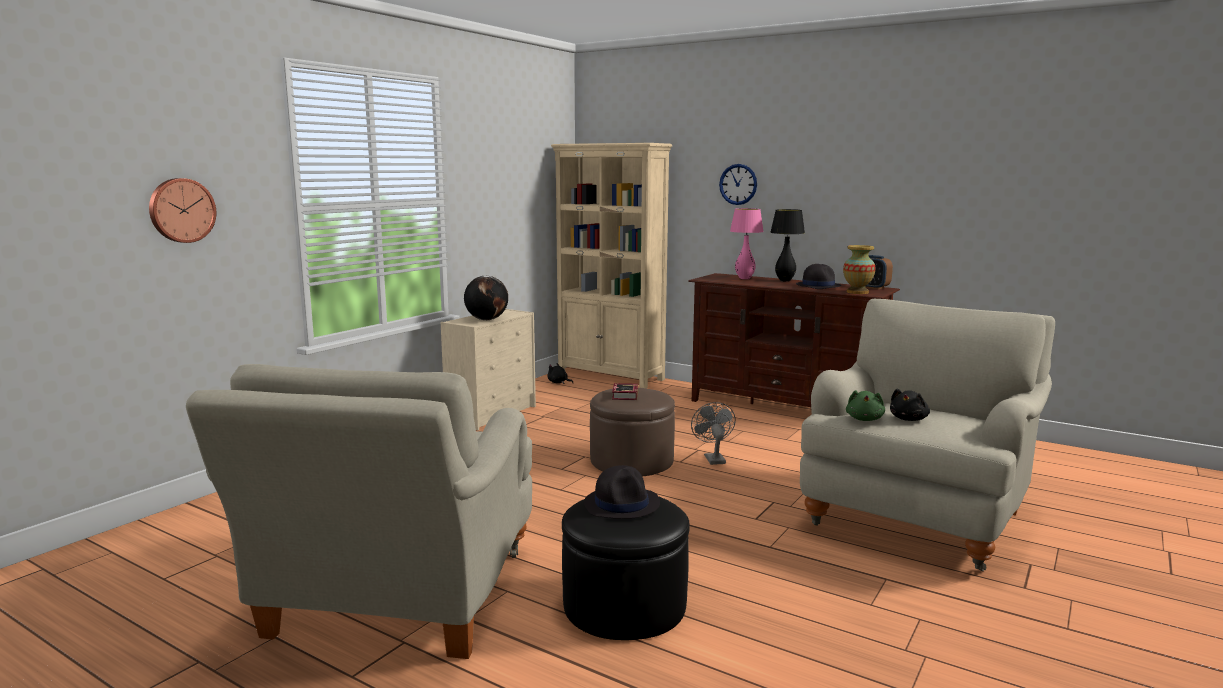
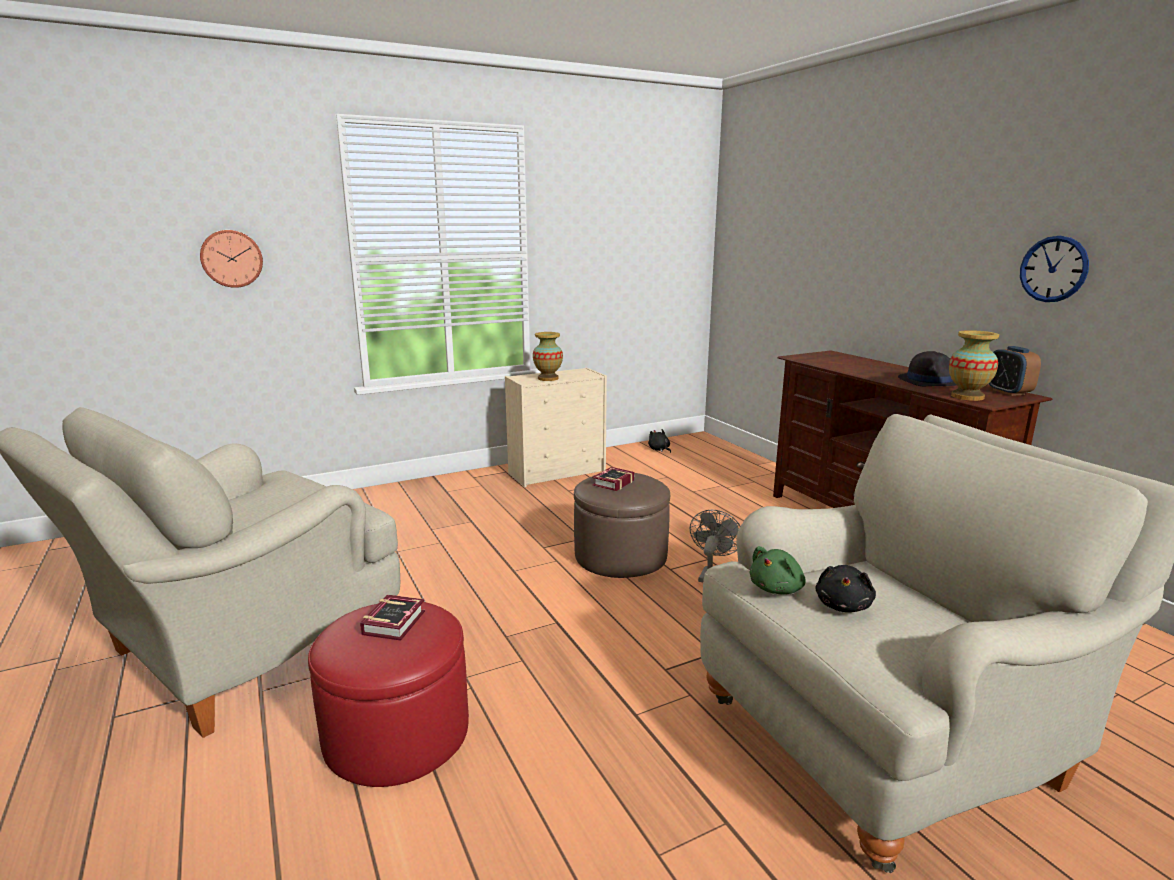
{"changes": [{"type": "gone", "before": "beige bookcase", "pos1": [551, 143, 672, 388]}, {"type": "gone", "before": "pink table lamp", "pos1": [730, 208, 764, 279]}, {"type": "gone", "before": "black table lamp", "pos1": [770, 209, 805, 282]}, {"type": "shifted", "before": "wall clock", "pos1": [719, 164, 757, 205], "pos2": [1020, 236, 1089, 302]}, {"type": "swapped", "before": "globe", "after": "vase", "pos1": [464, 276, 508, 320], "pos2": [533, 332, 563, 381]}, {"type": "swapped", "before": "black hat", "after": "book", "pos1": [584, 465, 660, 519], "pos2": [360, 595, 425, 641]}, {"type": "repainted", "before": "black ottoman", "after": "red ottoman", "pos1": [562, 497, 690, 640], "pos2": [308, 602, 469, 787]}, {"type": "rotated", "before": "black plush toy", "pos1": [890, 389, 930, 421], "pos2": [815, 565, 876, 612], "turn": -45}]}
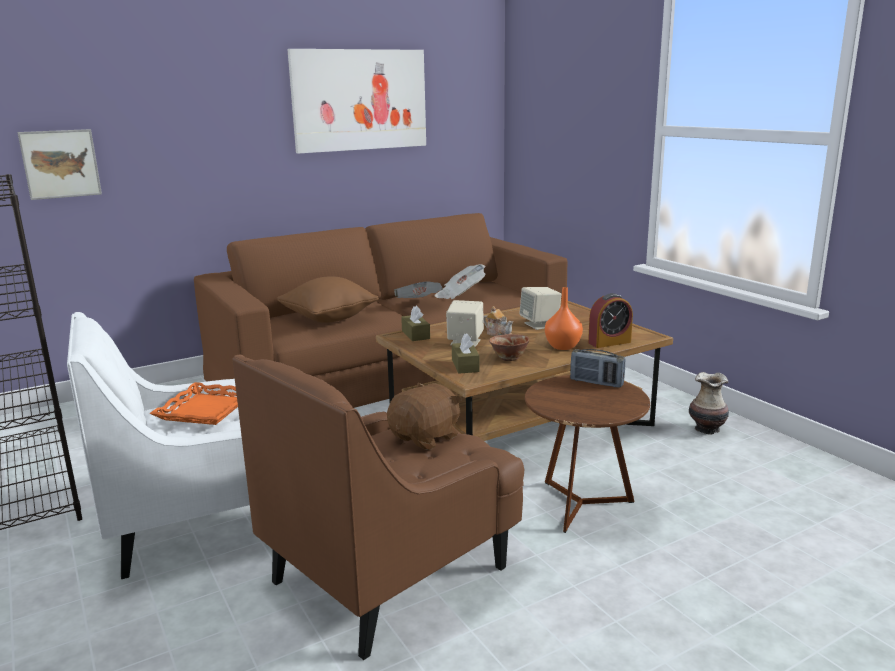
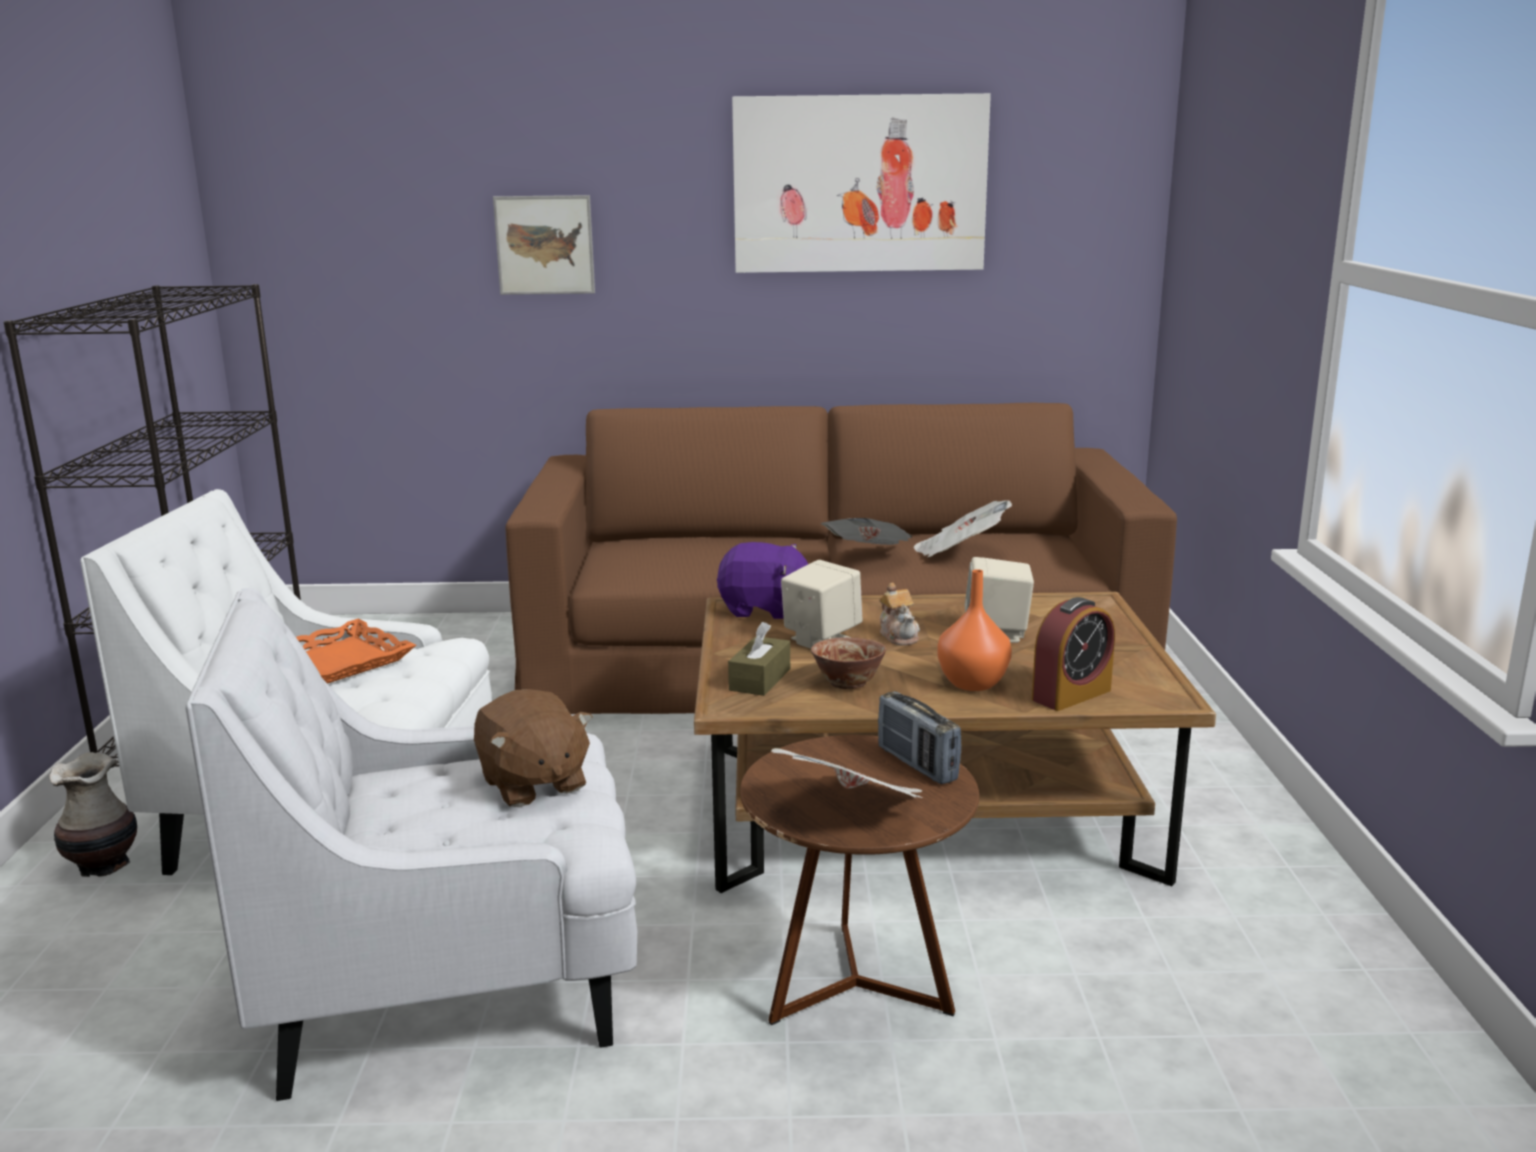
{"changes": [{"type": "gone", "before": "brown pillow", "pos1": [277, 276, 379, 323]}, {"type": "new", "after": "newspaper", "pos2": [771, 748, 923, 798]}, {"type": "shifted", "before": "picture", "pos1": [17, 129, 102, 200], "pos2": [493, 195, 595, 295]}, {"type": "shifted", "before": "vase", "pos1": [689, 372, 729, 435], "pos2": [49, 752, 137, 877]}, {"type": "swapped", "before": "brown tissue box", "after": "purple plush toy", "pos1": [401, 306, 430, 341], "pos2": [717, 542, 808, 619]}, {"type": "repainted", "before": "brown armchair", "after": "white armchair", "pos1": [232, 355, 524, 660], "pos2": [185, 588, 637, 1101]}, {"type": "rotated", "before": "brown plush toy", "pos1": [387, 383, 461, 450], "pos2": [474, 689, 593, 807], "turn": 75}, {"type": "rotated", "before": "alarm clock", "pos1": [588, 293, 633, 348], "pos2": [1032, 597, 1115, 711], "turn": -45}]}
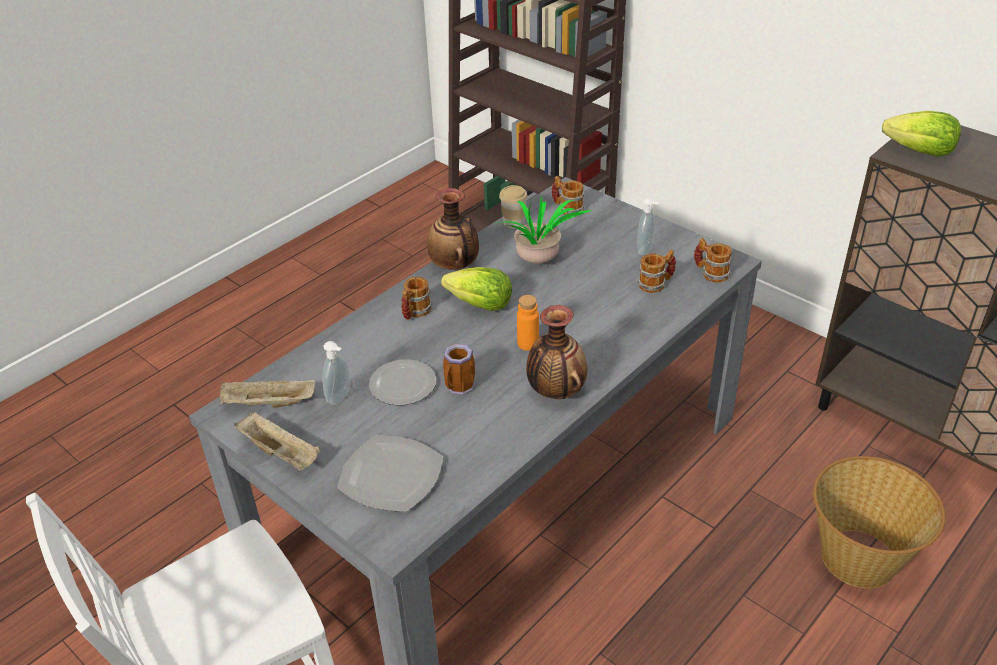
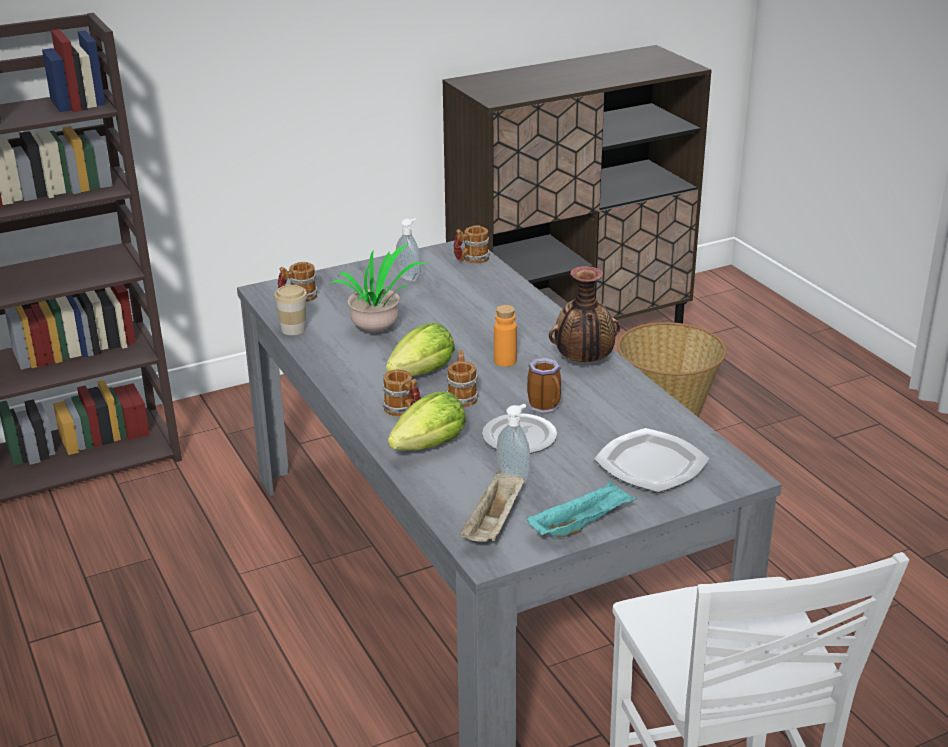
{"changes": [{"type": "gone", "before": "vase", "pos1": [427, 188, 479, 269]}, {"type": "shifted", "before": "mug", "pos1": [638, 250, 676, 293], "pos2": [447, 350, 478, 407]}, {"type": "shifted", "before": "lettuce", "pos1": [882, 111, 961, 157], "pos2": [388, 392, 466, 451]}, {"type": "repainted", "before": "beige tray", "after": "turquoise tray", "pos1": [234, 412, 320, 471], "pos2": [527, 481, 637, 537]}]}
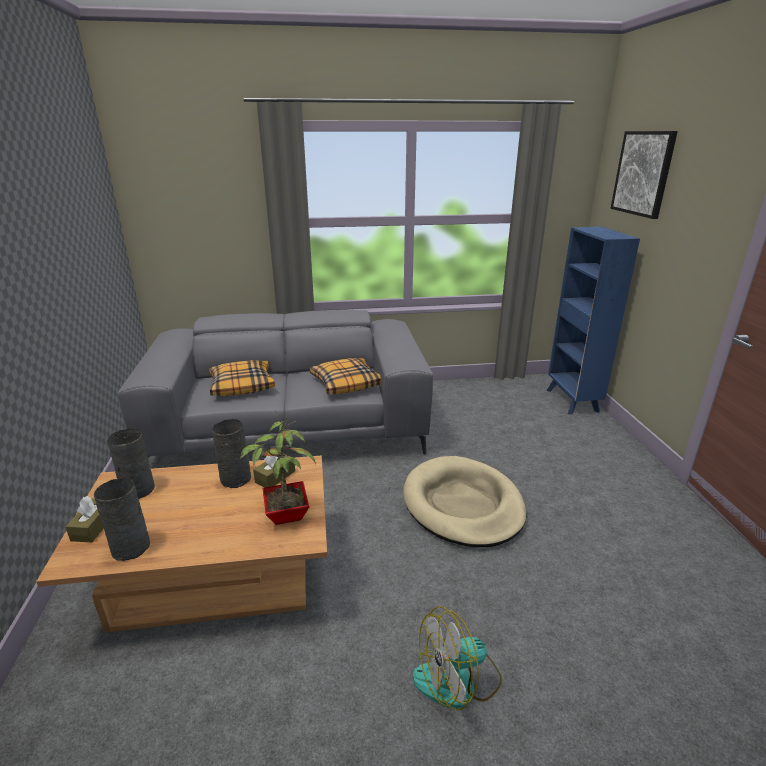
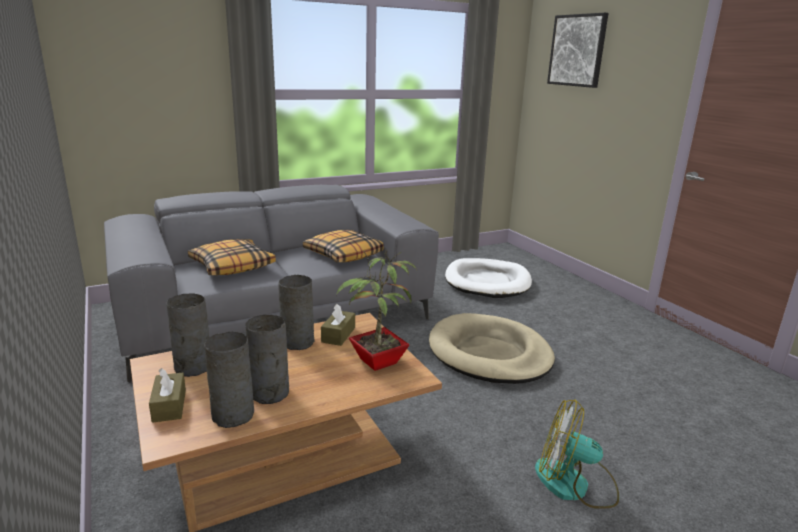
{"changes": [{"type": "gone", "before": "blue bookcase", "pos1": [546, 227, 640, 415]}, {"type": "new", "after": "grey vase", "pos2": [245, 315, 289, 404]}, {"type": "new", "after": "white dog bed", "pos2": [445, 258, 532, 298]}, {"type": "rotated", "before": "fan", "pos1": [412, 606, 502, 710], "pos2": [535, 399, 619, 509], "turn": 60}]}
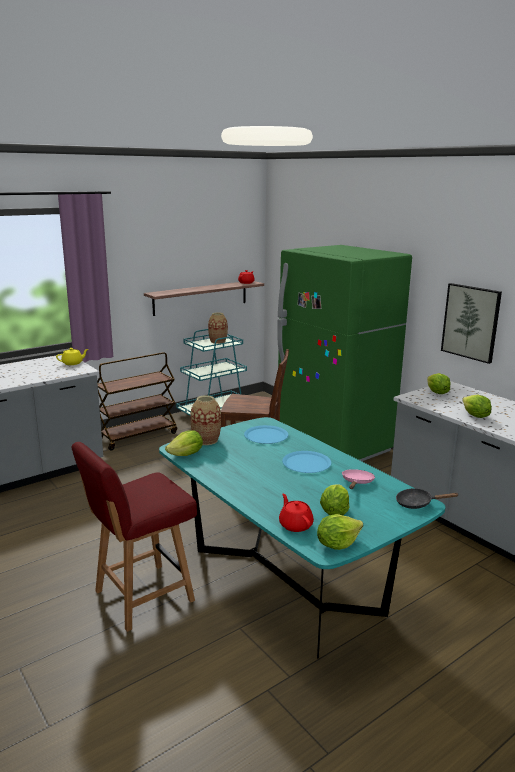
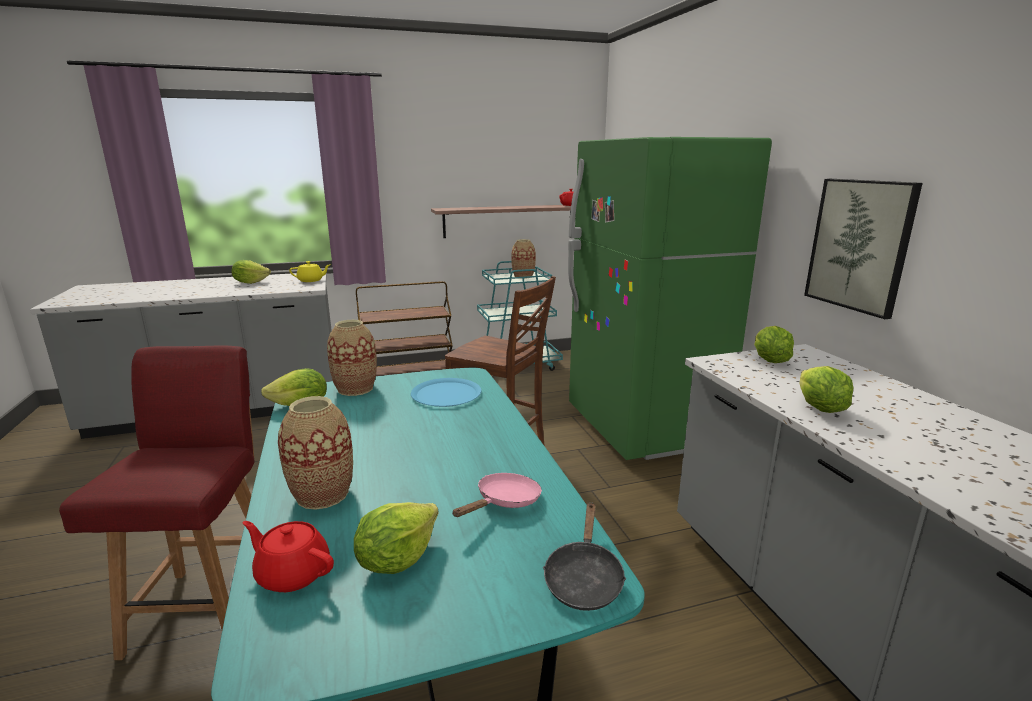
{"changes": [{"type": "gone", "before": "blue plate", "pos1": [282, 451, 331, 473]}, {"type": "new", "after": "vase", "pos2": [278, 396, 353, 510]}, {"type": "shifted", "before": "lettuce", "pos1": [317, 514, 363, 550], "pos2": [231, 260, 271, 284]}, {"type": "rotated", "before": "red chair", "pos1": [71, 442, 197, 632], "pos2": [59, 346, 254, 660], "turn": 105}, {"type": "rotated", "before": "red teapot", "pos1": [279, 494, 314, 532], "pos2": [243, 521, 334, 592], "turn": -60}, {"type": "rotated", "before": "black frying pan", "pos1": [396, 488, 458, 509], "pos2": [543, 502, 626, 611], "turn": -105}]}
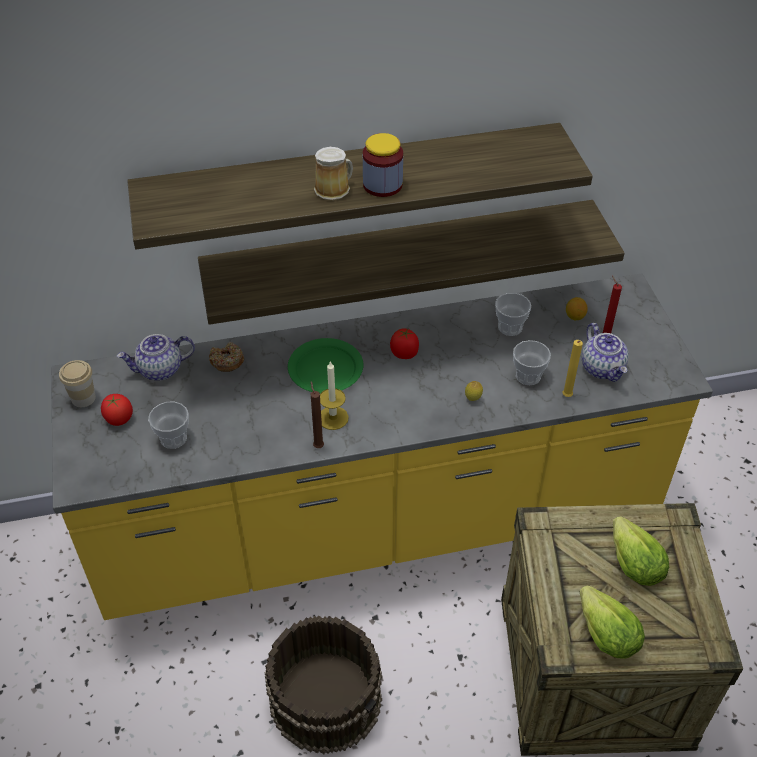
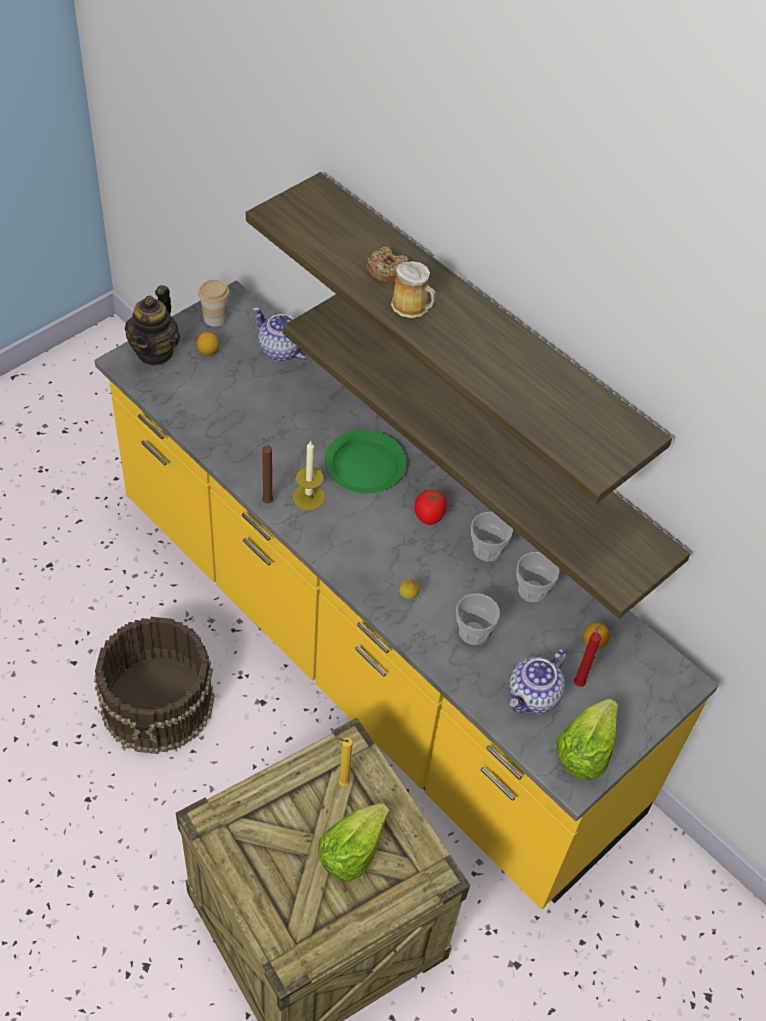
{"changes": [{"type": "gone", "before": "jar", "pos1": [363, 133, 403, 197]}, {"type": "new", "after": "teapot", "pos2": [125, 285, 180, 366]}, {"type": "shifted", "before": "cup", "pos1": [148, 402, 189, 449], "pos2": [471, 512, 513, 561]}, {"type": "shifted", "before": "donut", "pos1": [209, 342, 244, 372], "pos2": [367, 247, 408, 284]}, {"type": "shifted", "before": "yellow candle", "pos1": [563, 340, 583, 397], "pos2": [337, 737, 353, 786]}, {"type": "shifted", "before": "lettuce", "pos1": [580, 585, 645, 659], "pos2": [556, 699, 618, 781]}, {"type": "swapped", "before": "tomato", "after": "lemon", "pos1": [101, 394, 133, 426], "pos2": [196, 332, 219, 356]}]}
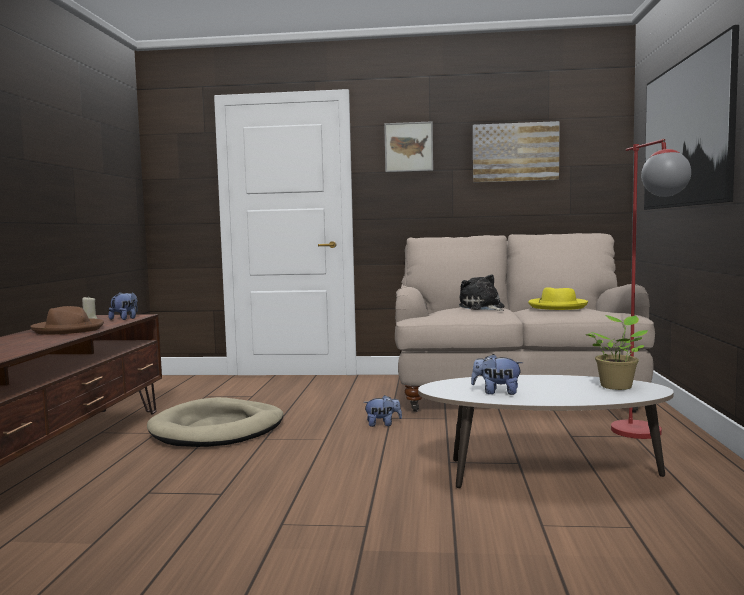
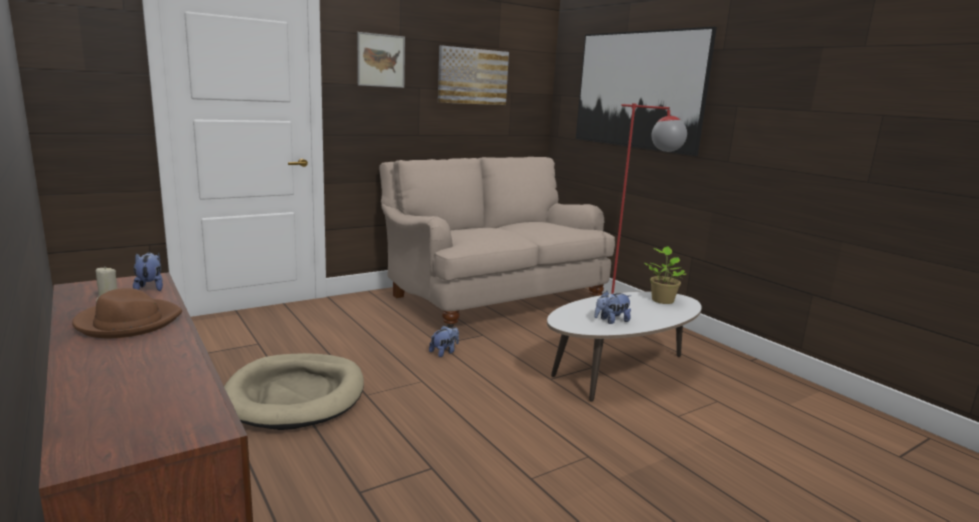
{"changes": [{"type": "gone", "before": "plush toy", "pos1": [459, 274, 504, 311]}, {"type": "gone", "before": "yellow hat", "pos1": [528, 287, 588, 310]}]}
